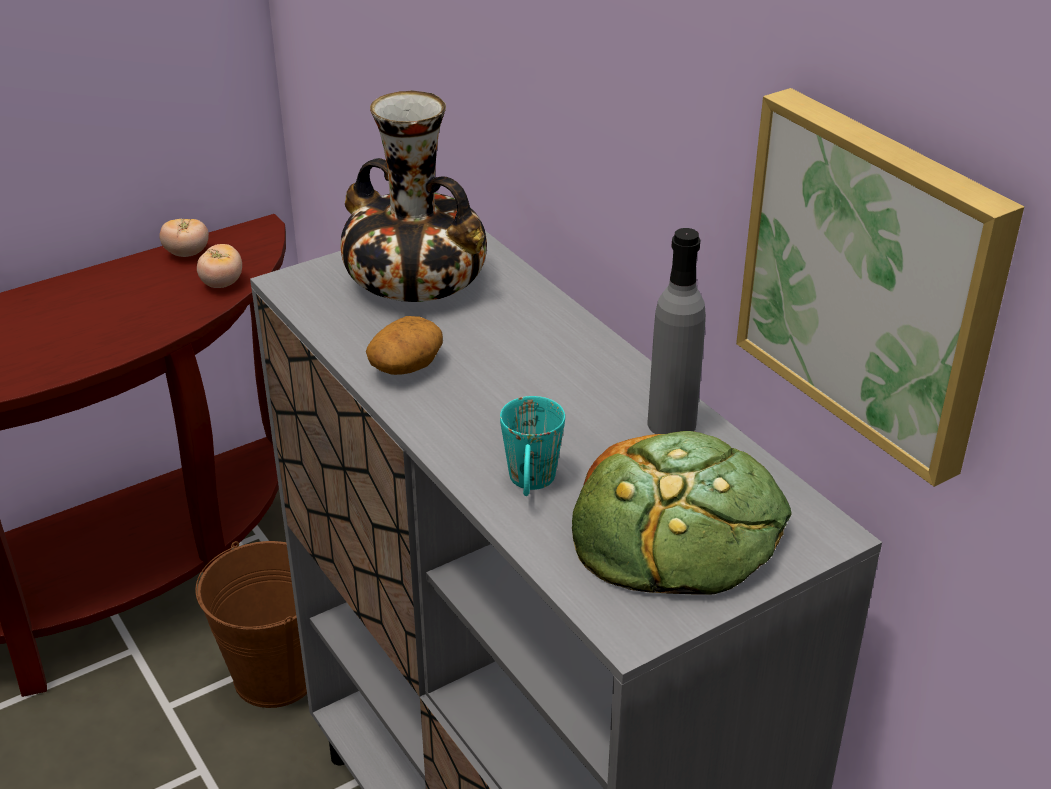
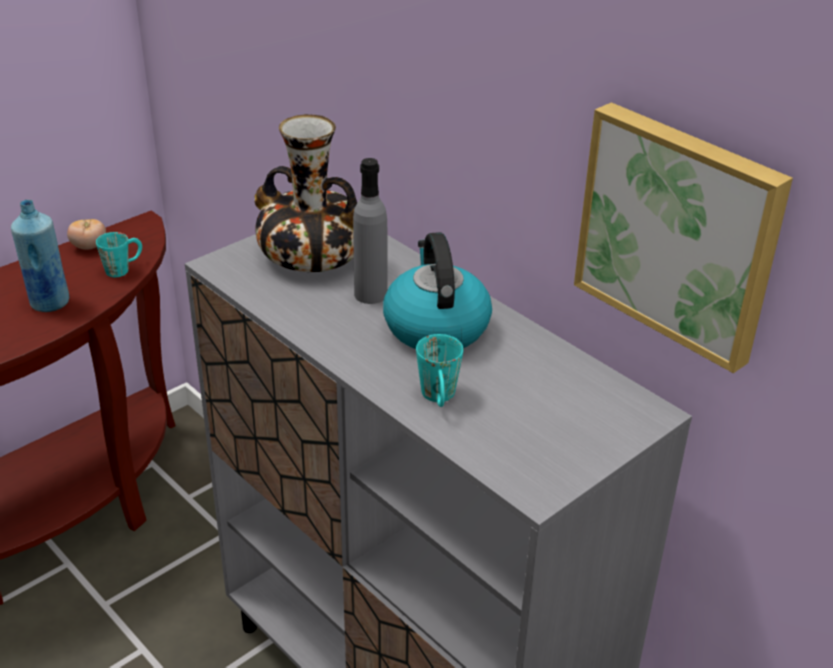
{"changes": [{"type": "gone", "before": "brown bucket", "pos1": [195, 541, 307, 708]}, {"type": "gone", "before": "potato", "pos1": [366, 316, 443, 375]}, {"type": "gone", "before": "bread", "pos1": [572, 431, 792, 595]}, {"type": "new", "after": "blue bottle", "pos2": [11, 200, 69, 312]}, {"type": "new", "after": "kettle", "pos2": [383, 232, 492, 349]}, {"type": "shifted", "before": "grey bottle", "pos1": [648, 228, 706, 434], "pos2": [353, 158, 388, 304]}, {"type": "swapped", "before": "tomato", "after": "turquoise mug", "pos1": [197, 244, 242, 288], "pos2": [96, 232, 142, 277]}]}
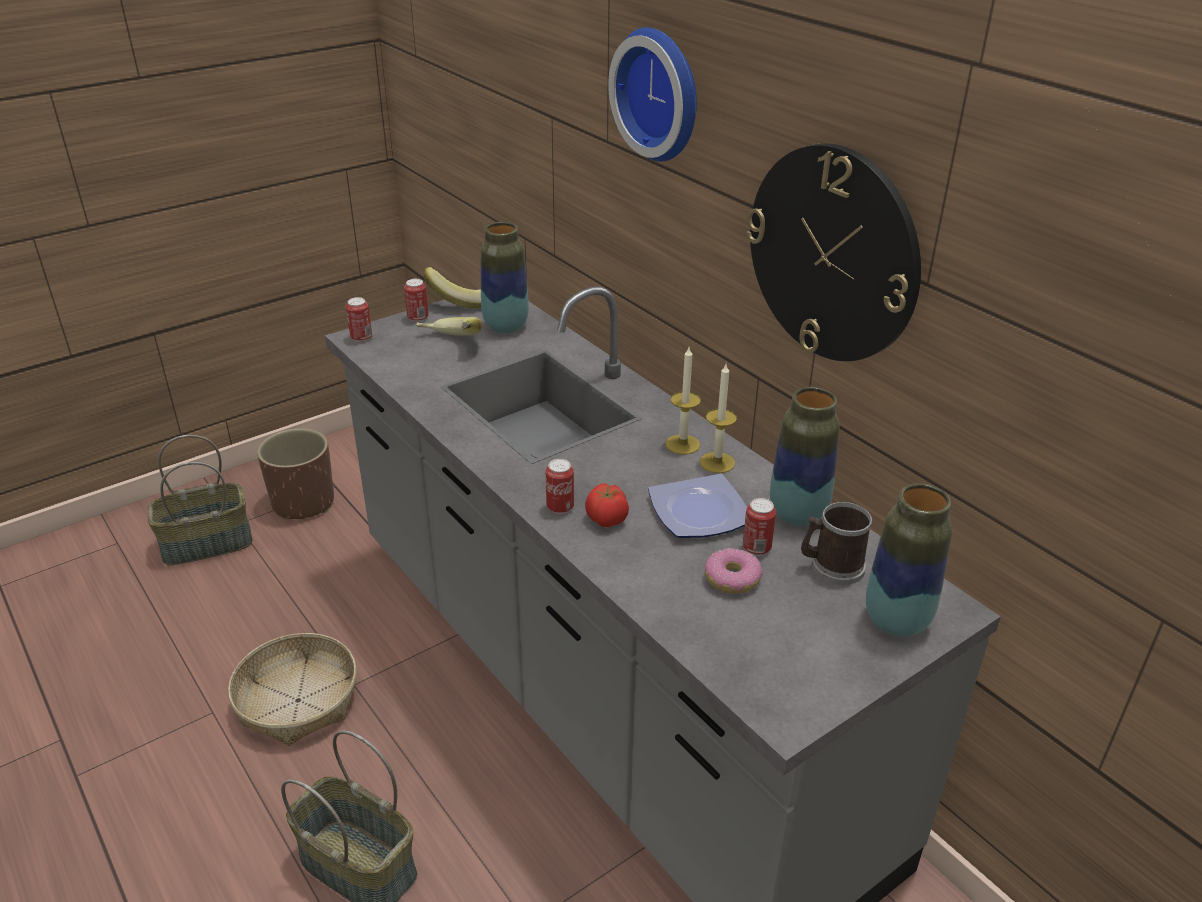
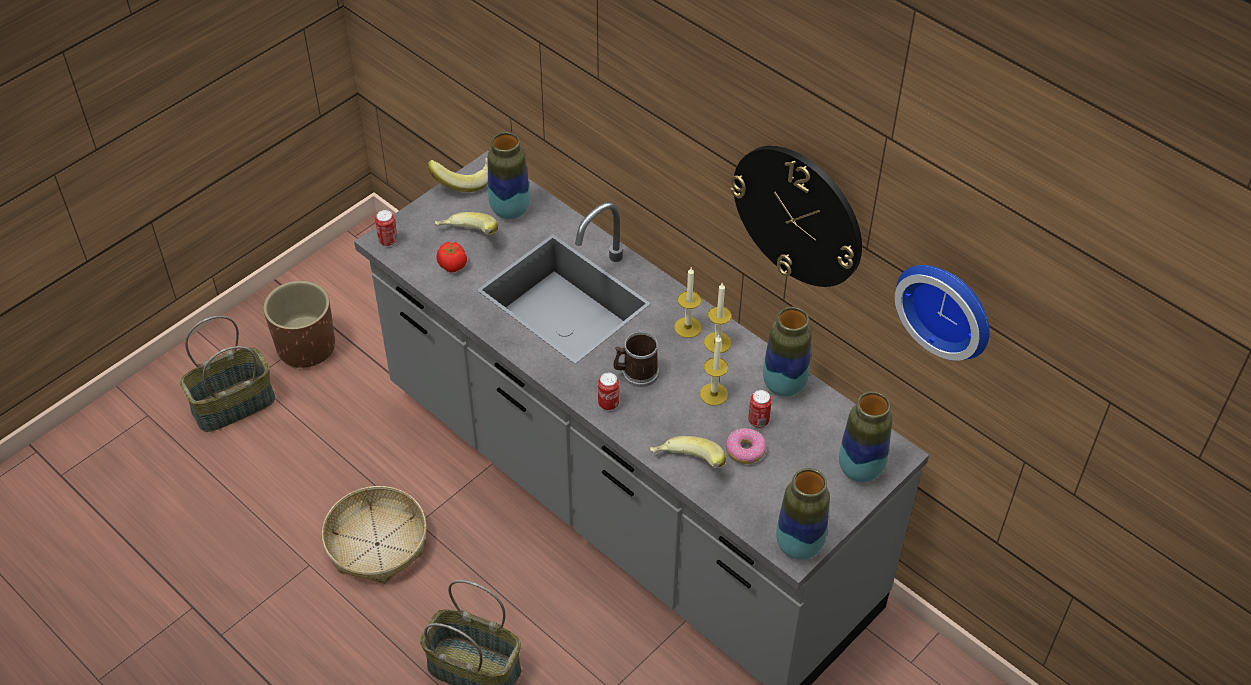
{"changes": [{"type": "gone", "before": "can", "pos1": [404, 279, 429, 322]}, {"type": "new", "after": "banana", "pos2": [650, 436, 726, 468]}, {"type": "new", "after": "vase", "pos2": [776, 468, 830, 560]}, {"type": "shifted", "before": "tomato", "pos1": [585, 483, 629, 527], "pos2": [436, 242, 467, 272]}, {"type": "shifted", "before": "wall clock", "pos1": [608, 27, 697, 162], "pos2": [895, 265, 990, 361]}, {"type": "shifted", "before": "mug", "pos1": [801, 502, 872, 585], "pos2": [613, 332, 659, 387]}, {"type": "swapped", "before": "plate", "after": "candle", "pos1": [648, 474, 747, 538], "pos2": [700, 335, 728, 406]}]}
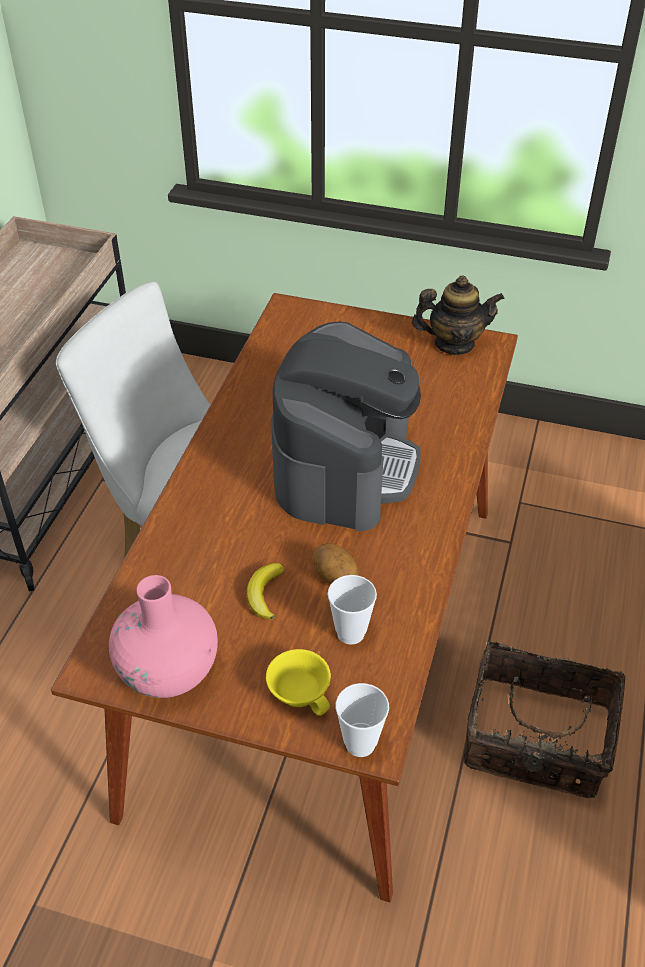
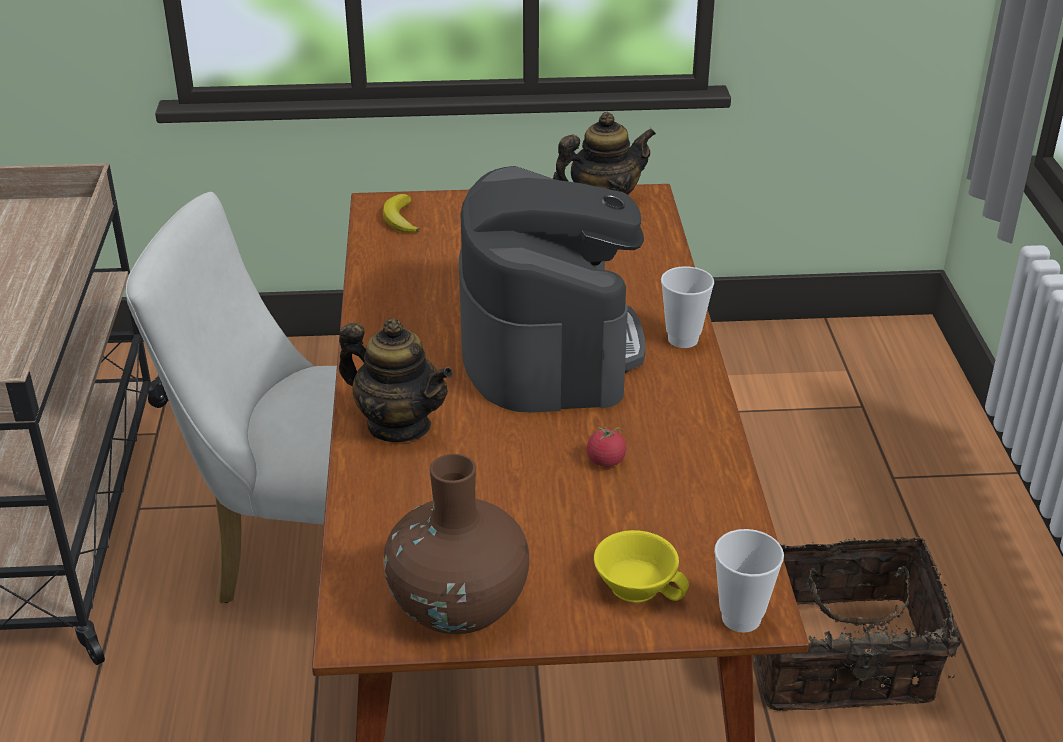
{"changes": [{"type": "new", "after": "teapot", "pos2": [339, 318, 453, 442]}, {"type": "shifted", "before": "banana", "pos1": [246, 563, 284, 620], "pos2": [383, 194, 420, 233]}, {"type": "shifted", "before": "cup", "pos1": [328, 575, 377, 645], "pos2": [661, 266, 714, 348]}, {"type": "swapped", "before": "potato", "after": "tomato", "pos1": [313, 543, 359, 584], "pos2": [587, 427, 626, 467]}, {"type": "repainted", "before": "pink vase", "after": "brown vase", "pos1": [109, 575, 218, 698], "pos2": [383, 454, 529, 634]}]}
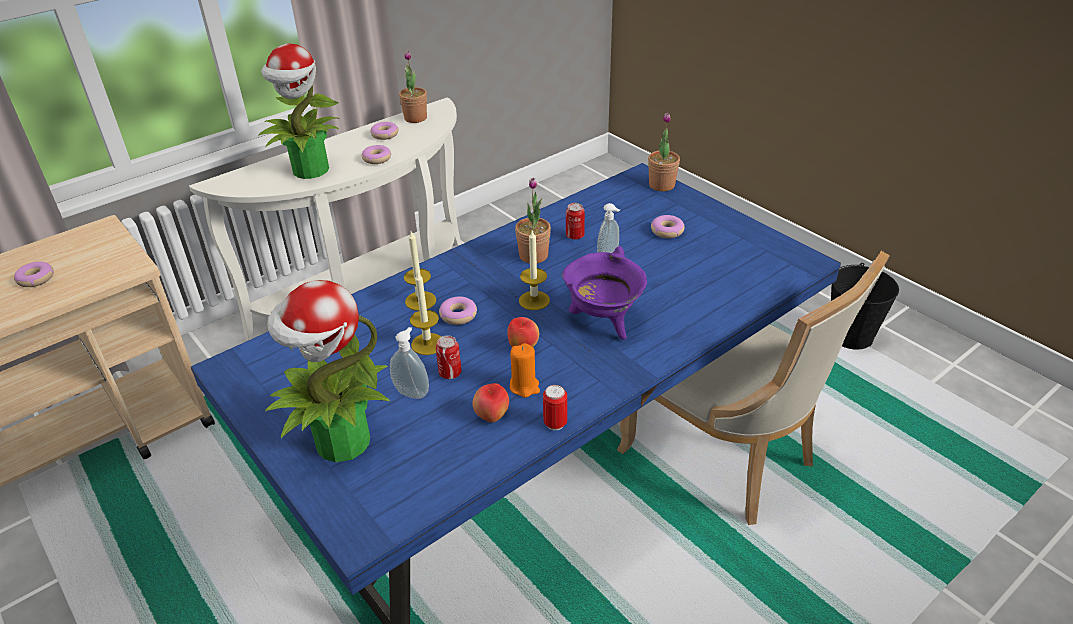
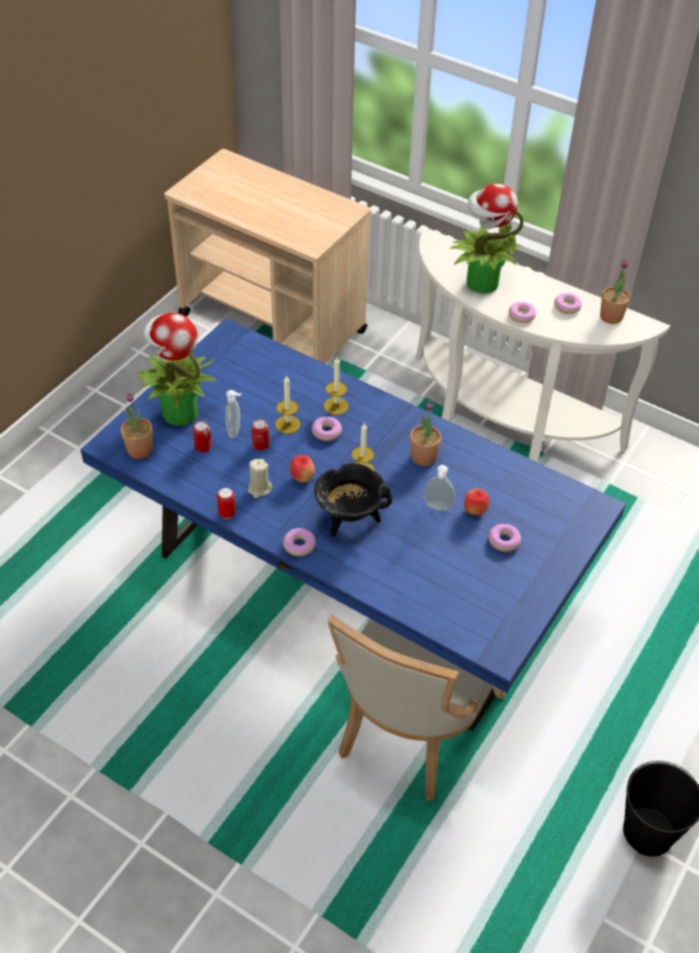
{"changes": [{"type": "shifted", "before": "donut", "pos1": [14, 262, 54, 287], "pos2": [283, 528, 316, 556]}, {"type": "shifted", "before": "apple", "pos1": [472, 383, 509, 423], "pos2": [464, 489, 489, 515]}, {"type": "shifted", "before": "can", "pos1": [566, 203, 585, 240], "pos2": [193, 421, 212, 452]}, {"type": "shifted", "before": "potted plant", "pos1": [648, 113, 680, 192], "pos2": [121, 393, 153, 459]}, {"type": "repainted", "before": "orange candle", "after": "beige candle", "pos1": [510, 343, 540, 398], "pos2": [248, 459, 272, 498]}, {"type": "repainted", "before": "purple cooking pot", "after": "black cooking pot", "pos1": [562, 246, 647, 340], "pos2": [314, 463, 392, 537]}]}
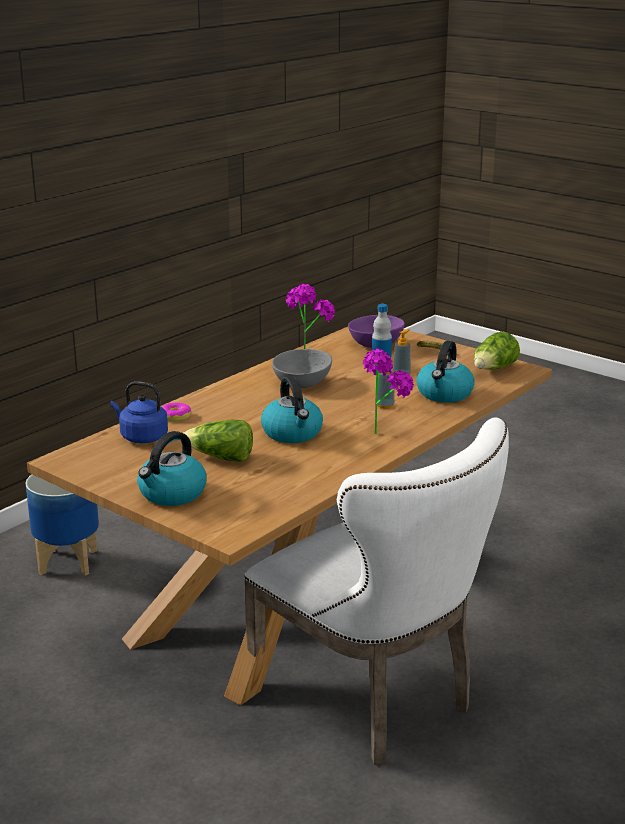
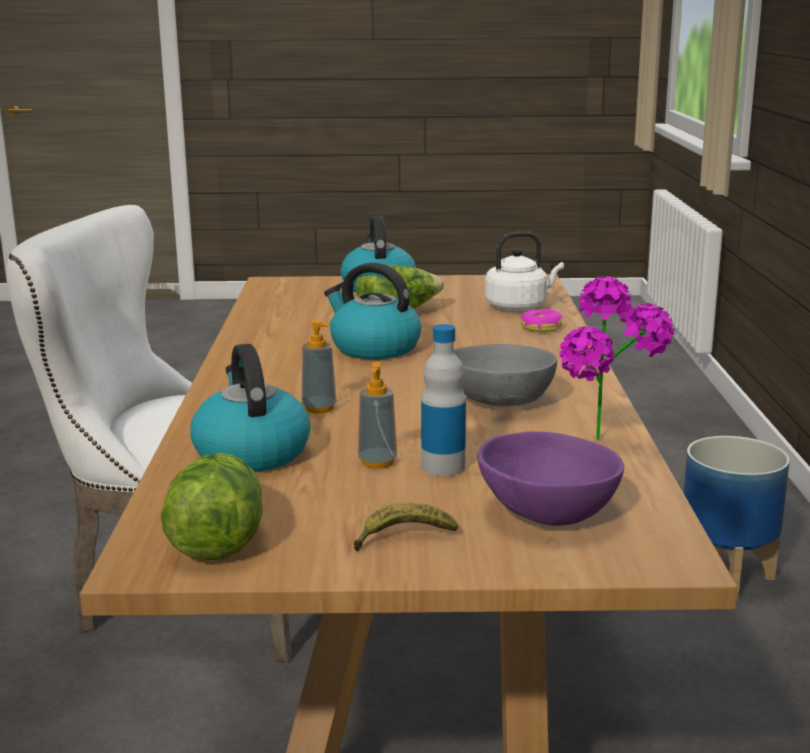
{"changes": [{"type": "gone", "before": "potted plant", "pos1": [363, 349, 414, 434]}, {"type": "repainted", "before": "blue kettle", "after": "white kettle", "pos1": [110, 381, 168, 443], "pos2": [485, 232, 564, 311]}]}
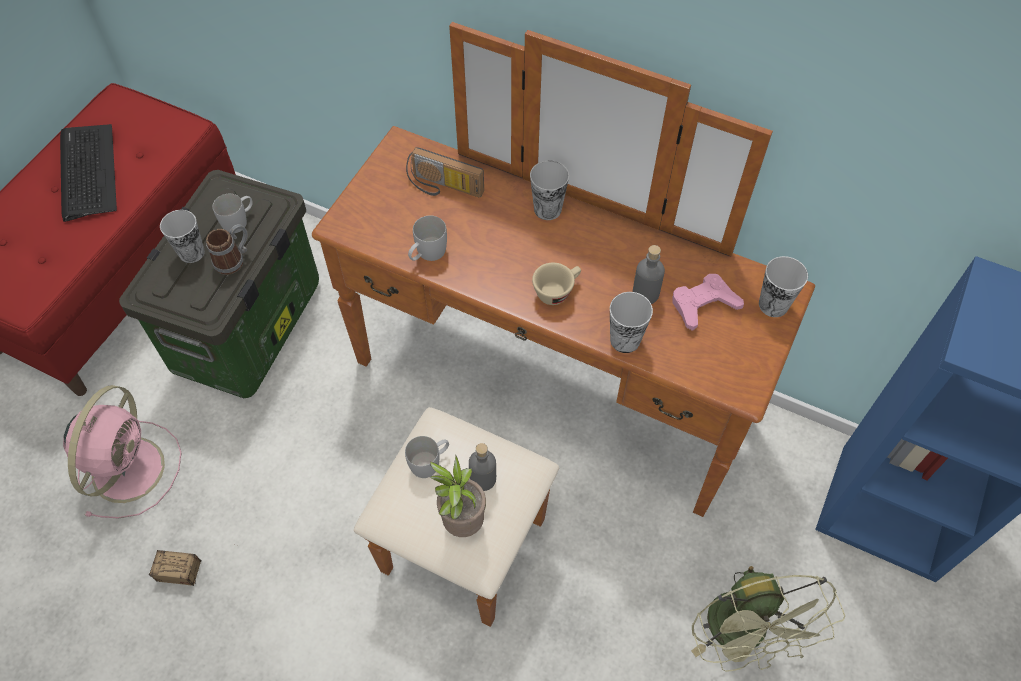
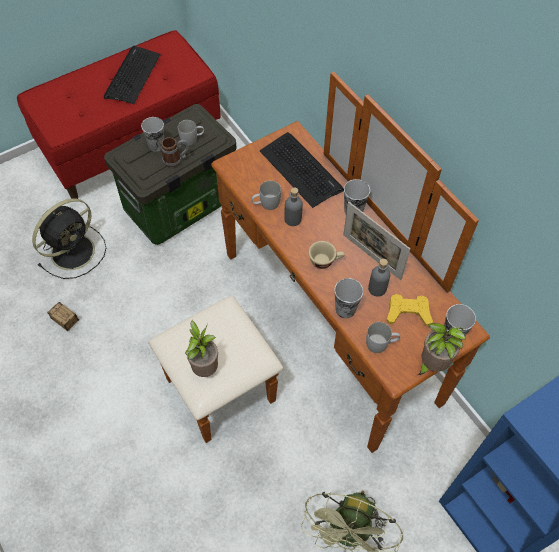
{"changes": [{"type": "new", "after": "picture frame", "pos2": [343, 202, 410, 280]}, {"type": "new", "after": "potted plant", "pos2": [418, 323, 466, 375]}, {"type": "shifted", "before": "white mug", "pos1": [405, 436, 449, 478], "pos2": [366, 322, 400, 353]}, {"type": "shifted", "before": "grey bottle", "pos1": [469, 443, 496, 491], "pos2": [284, 188, 303, 226]}, {"type": "swapped", "before": "radio", "after": "keyboard", "pos1": [406, 147, 484, 197], "pos2": [260, 132, 344, 208]}, {"type": "repainted", "before": "pink fan", "after": "black fan", "pos1": [63, 385, 182, 519], "pos2": [32, 199, 106, 279]}, {"type": "repainted", "before": "pink game controller", "after": "yellow game controller", "pos1": [672, 274, 744, 331], "pos2": [387, 294, 433, 327]}]}
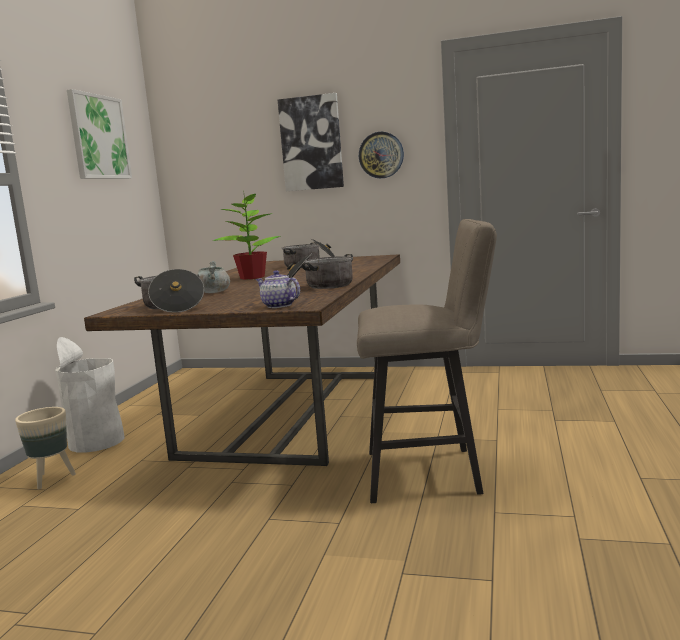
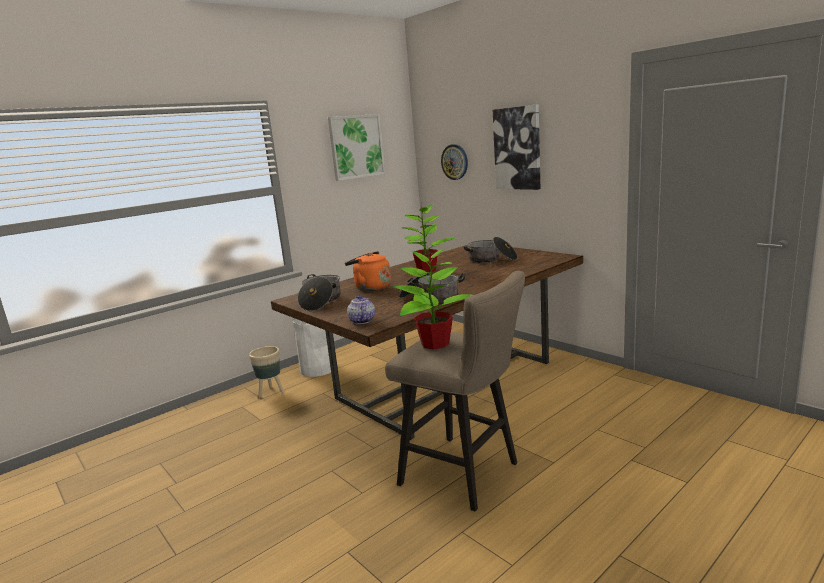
{"changes": [{"type": "new", "after": "potted plant", "pos2": [394, 248, 473, 350]}, {"type": "shifted", "before": "wall clock", "pos1": [359, 132, 404, 178], "pos2": [441, 144, 468, 180]}, {"type": "swapped", "before": "grey cooking pot", "after": "orange kettle", "pos1": [197, 261, 230, 293], "pos2": [345, 251, 391, 291]}]}
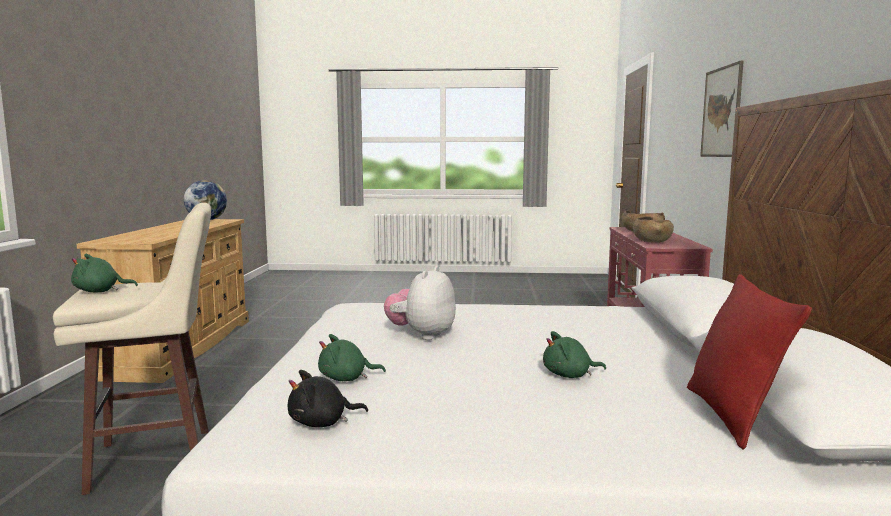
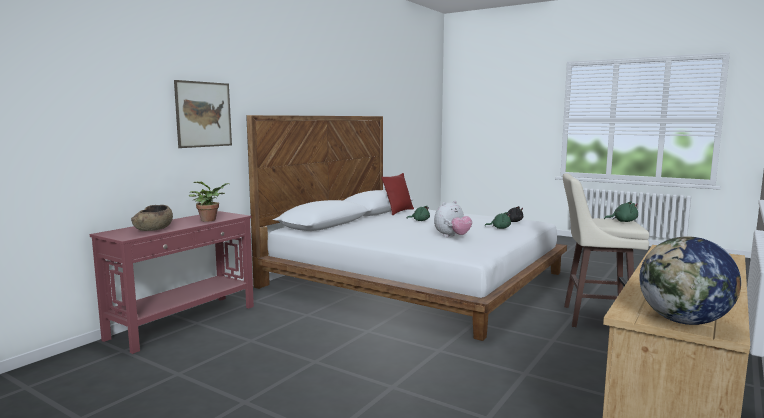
{"changes": [{"type": "swapped", "before": "brown bowl", "after": "potted plant", "pos1": [633, 216, 674, 243], "pos2": [189, 182, 230, 222]}]}
